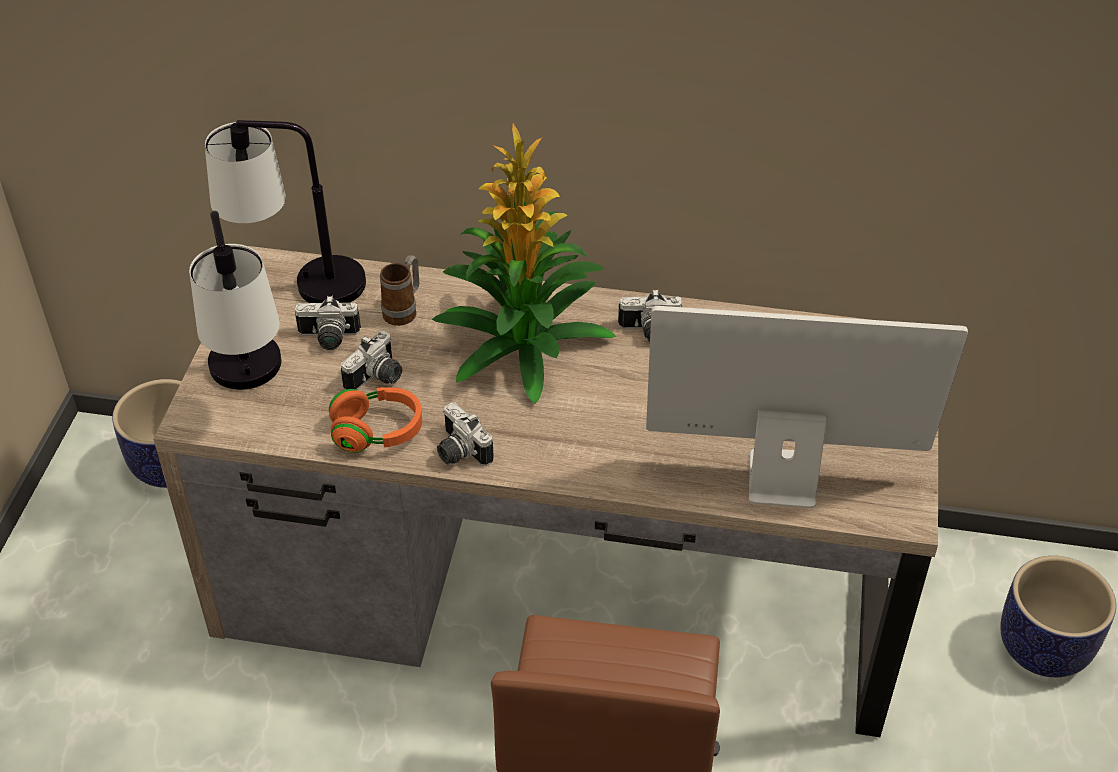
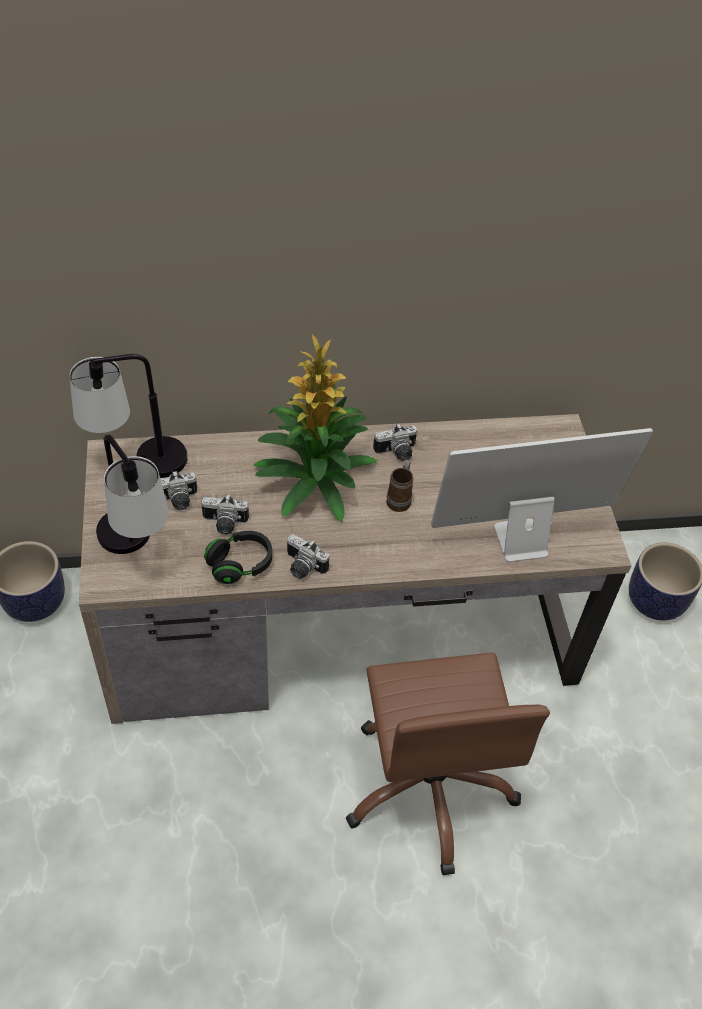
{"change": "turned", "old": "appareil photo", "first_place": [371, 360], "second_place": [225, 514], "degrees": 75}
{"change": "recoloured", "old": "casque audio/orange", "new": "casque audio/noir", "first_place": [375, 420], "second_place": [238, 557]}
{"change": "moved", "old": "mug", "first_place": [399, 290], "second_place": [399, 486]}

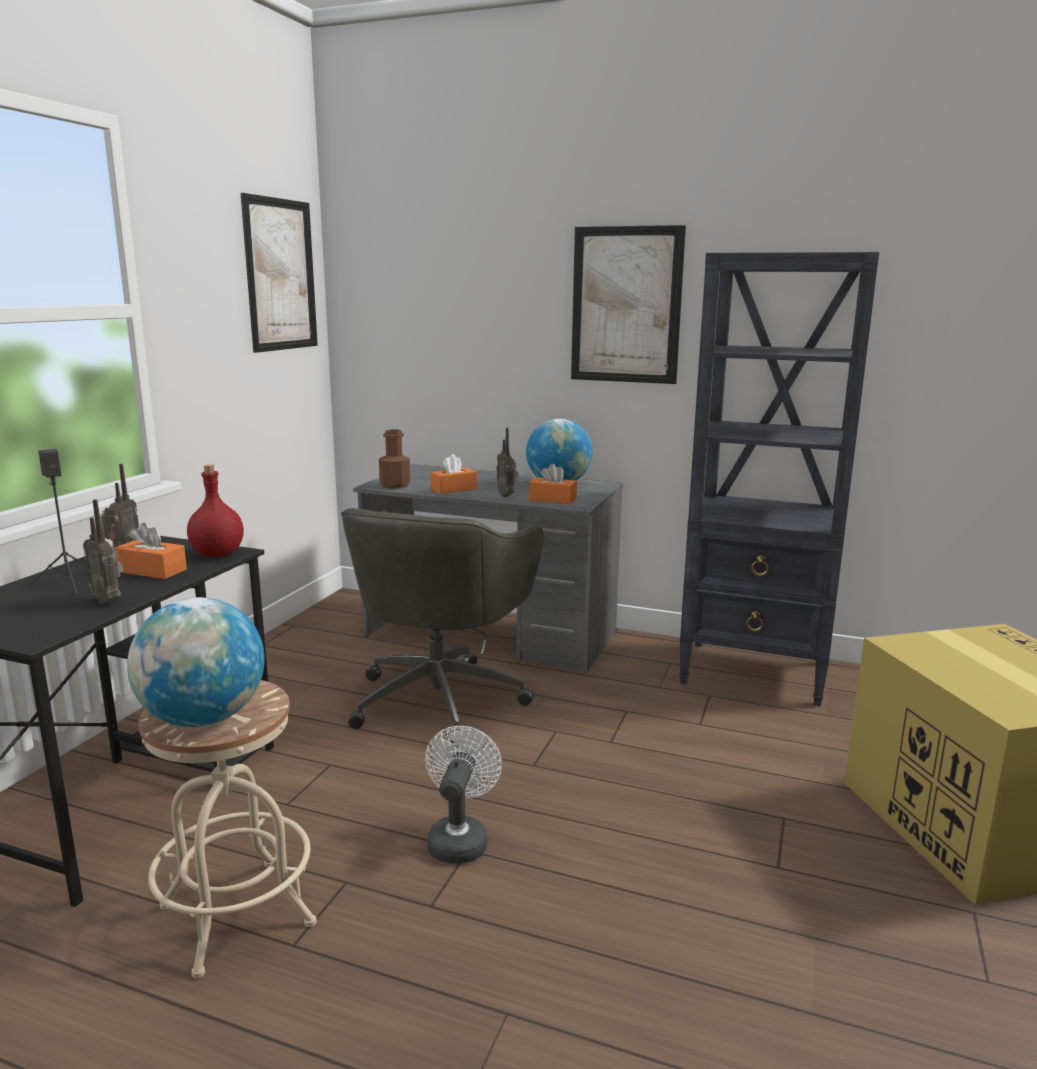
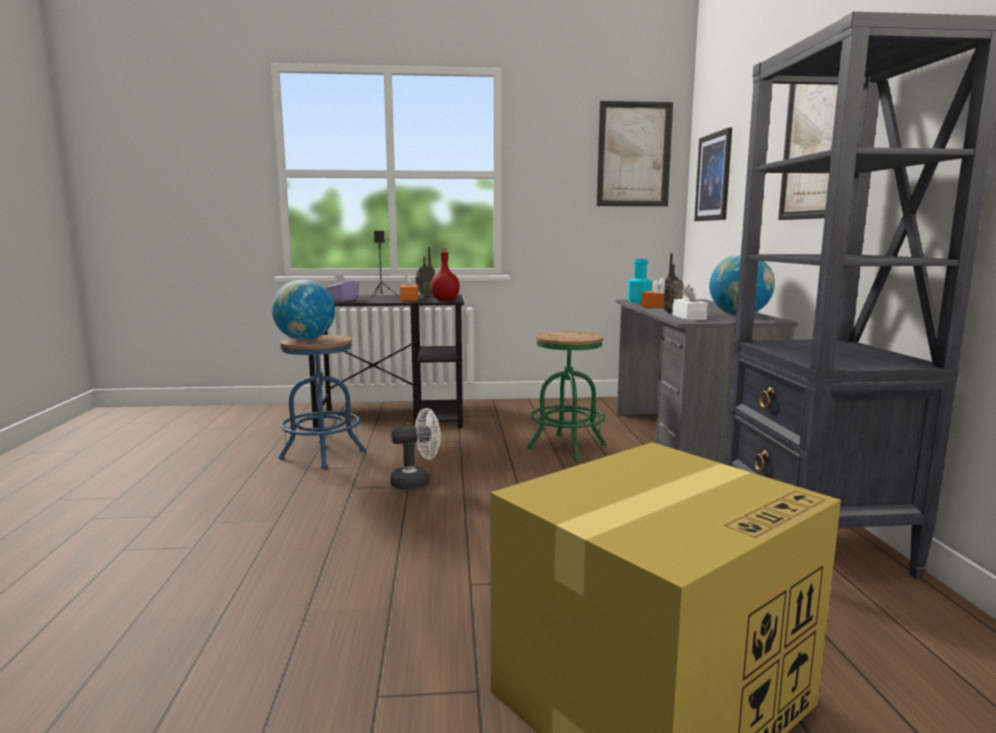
{"change": "recoloured", "old": "tabouret/beige", "new": "tabouret/bleu", "first_place": [227, 829], "second_place": [322, 402]}
{"change": "added", "new": "boîte à mouchoirs/violet", "second_place": [342, 288]}
{"change": "replaced", "old": "chaise de bureau/gris", "new": "tabouret/vert", "first_place": [442, 626], "second_place": [566, 395]}
{"change": "recoloured", "old": "bouteille/marron", "new": "bouteille/turquoise", "first_place": [394, 459], "second_place": [639, 281]}
{"change": "recoloured", "old": "boîte à mouchoirs/orange", "new": "boîte à mouchoirs/blanc", "first_place": [553, 484], "second_place": [690, 302]}
{"change": "added", "new": "tableau", "second_place": [713, 174]}
{"change": "removed", "old": "radio", "first_place": [103, 552]}

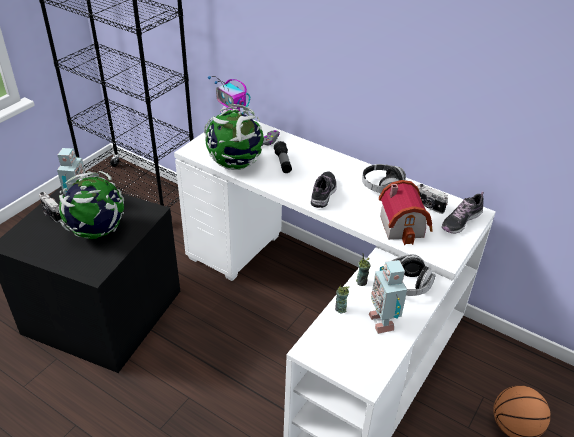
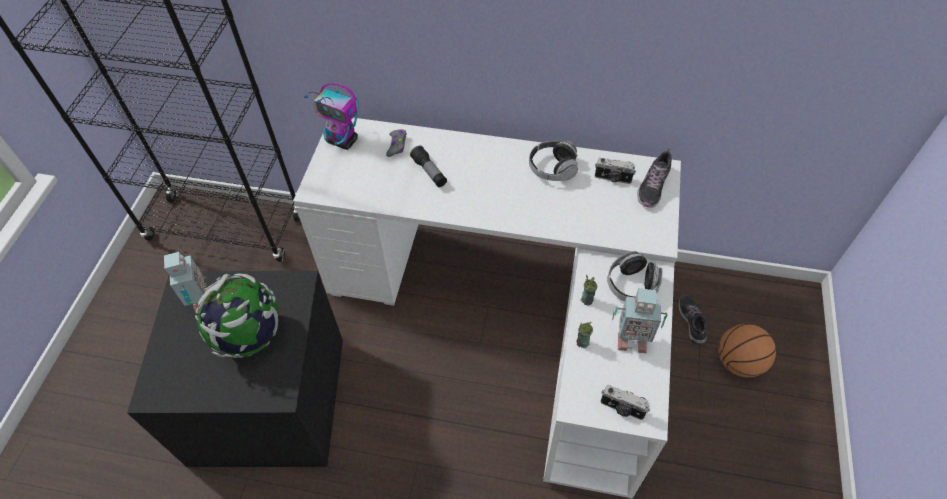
{"change": "moved", "old": "appareil photo", "first_place": [50, 207], "second_place": [625, 402]}
{"change": "turned", "old": "robot jouet", "first_place": [388, 297], "second_place": [639, 320], "degrees": -45}
{"change": "moved", "old": "chaussure", "first_place": [324, 189], "second_place": [693, 320]}
{"change": "removed", "old": "globe", "first_place": [234, 137]}
{"change": "removed", "old": "maison miniature", "first_place": [406, 212]}

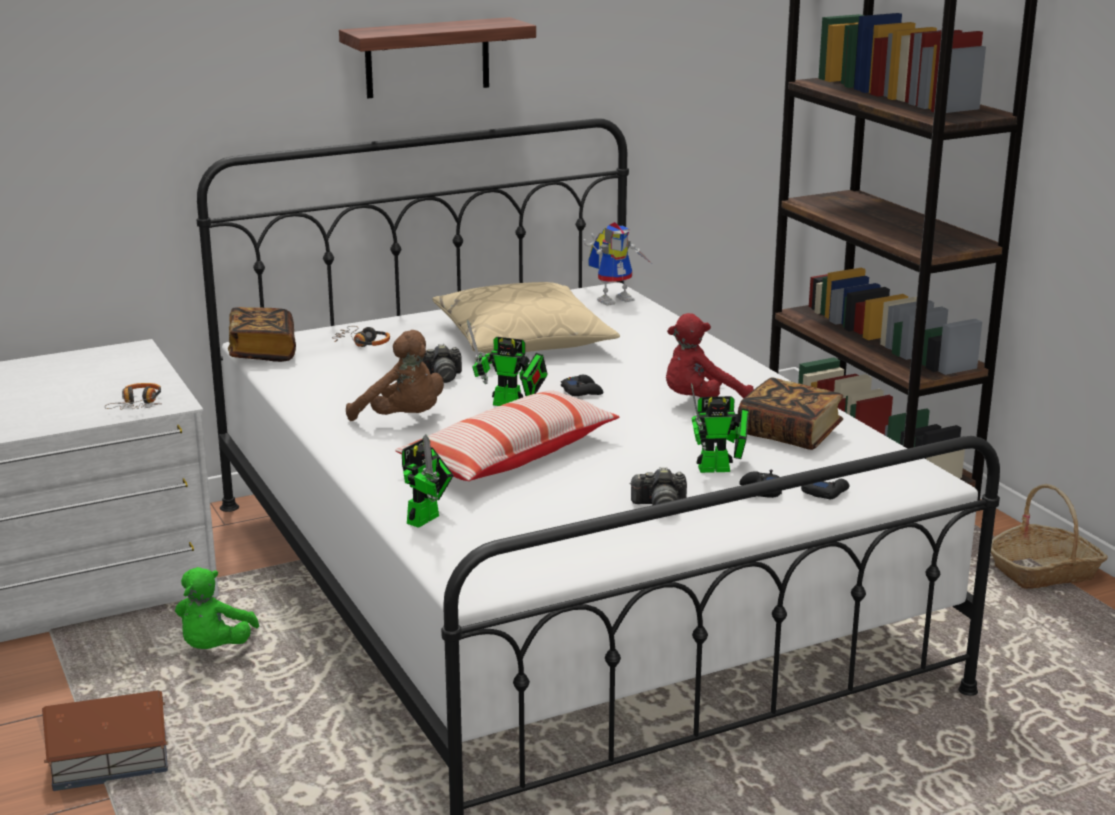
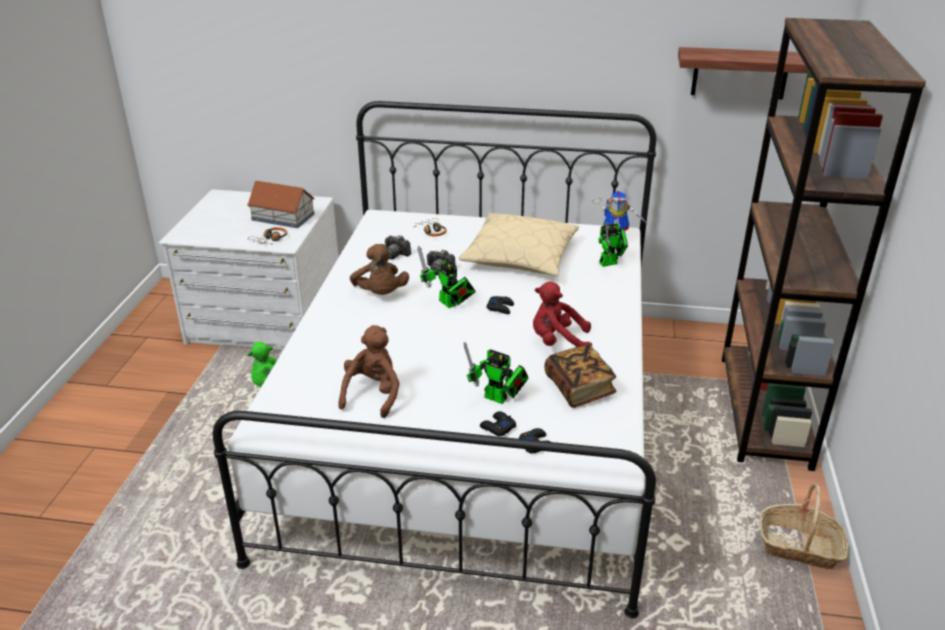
{"change": "moved", "old": "maison miniature", "first_place": [105, 741], "second_place": [281, 204]}
{"change": "added", "new": "peluche/marron", "second_place": [369, 371]}
{"change": "moved", "old": "appareil photo", "first_place": [658, 486], "second_place": [398, 247]}
{"change": "moved", "old": "robot jouet", "first_place": [428, 481], "second_place": [613, 244]}
{"change": "moved", "old": "étagère", "first_place": [437, 57], "second_place": [743, 73]}
{"change": "removed", "old": "livre", "first_place": [262, 334]}
{"change": "removed", "old": "coussin", "first_place": [507, 435]}

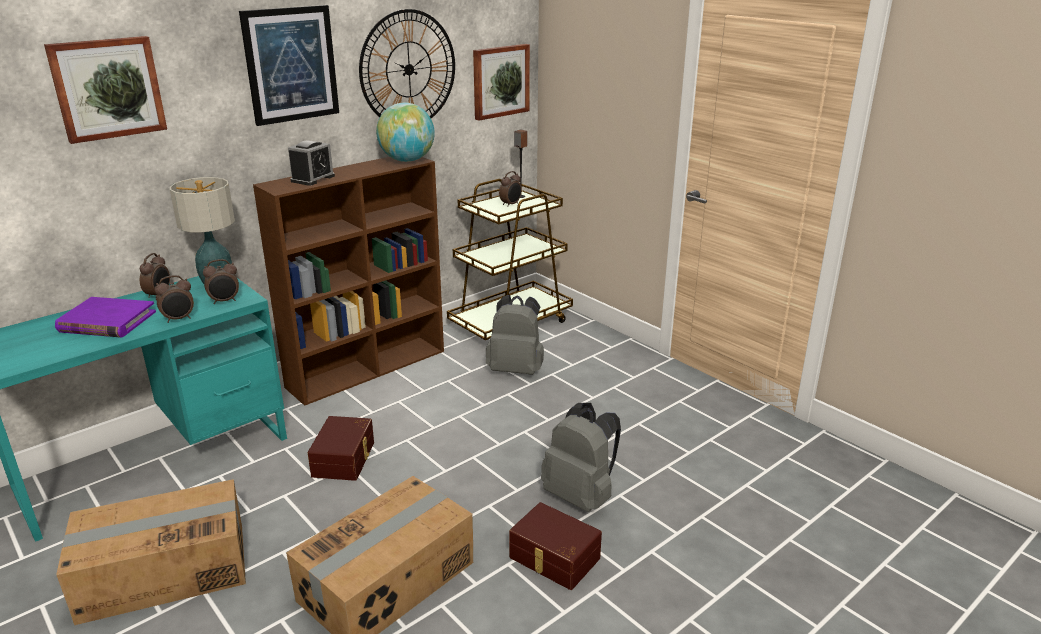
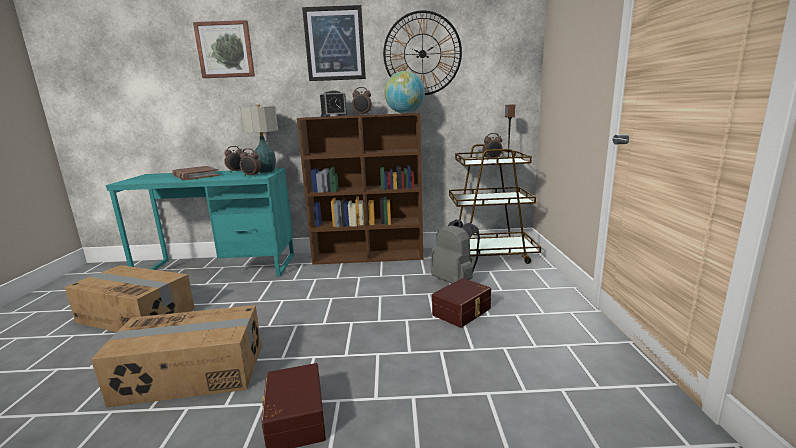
{"change": "recoloured", "old": "livre/violet", "new": "livre/marron", "first_place": [105, 317], "second_place": [196, 173]}
{"change": "moved", "old": "réveil", "first_place": [174, 299], "second_place": [362, 101]}
{"change": "moved", "old": "boîte de rangement/marron", "first_place": [341, 448], "second_place": [461, 303]}
{"change": "removed", "old": "tableau", "first_place": [501, 82]}
{"change": "removed", "old": "sac à dos/gris", "first_place": [581, 457]}

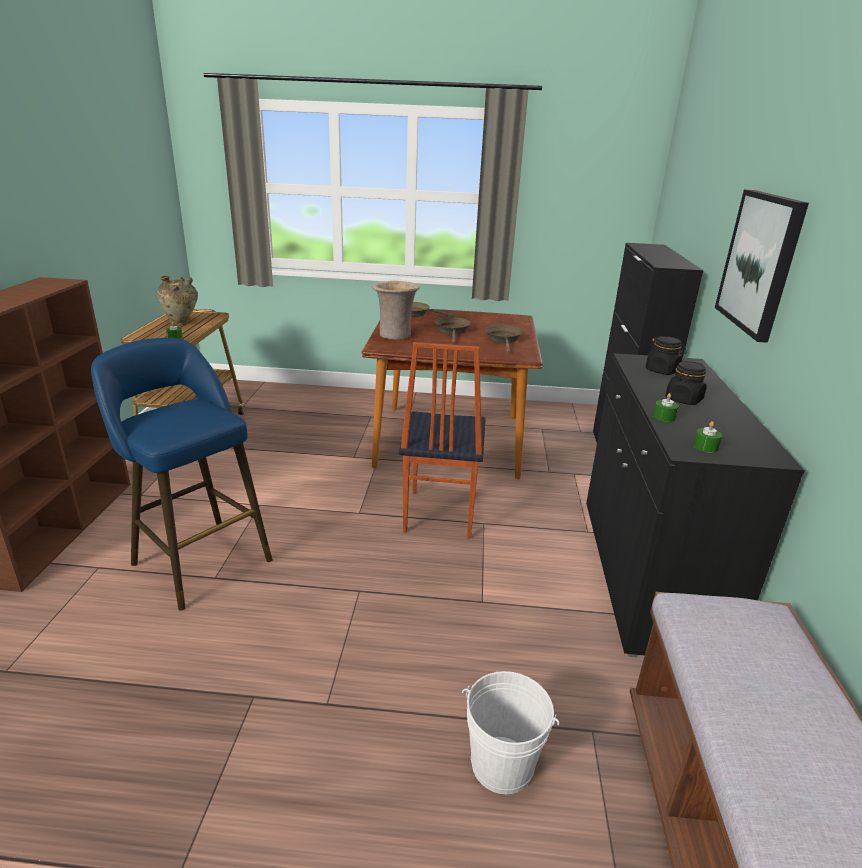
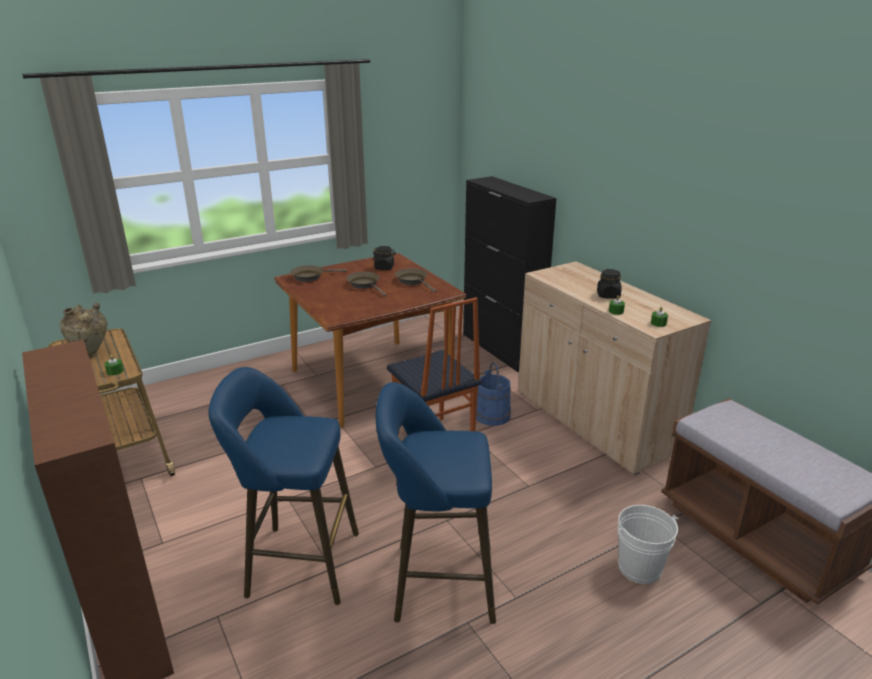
{"change": "moved", "old": "bocal/noir", "first_place": [666, 355], "second_place": [384, 258]}
{"change": "added", "new": "tabouret/bleu", "second_place": [436, 503]}
{"change": "added", "new": "seau/bleu", "second_place": [493, 394]}
{"change": "recoloured", "old": "meuble de rangement/noir", "new": "meuble de rangement/beige", "first_place": [695, 505], "second_place": [614, 368]}
{"change": "removed", "old": "vase/beige", "first_place": [396, 310]}
{"change": "removed", "old": "tableau", "first_place": [762, 266]}

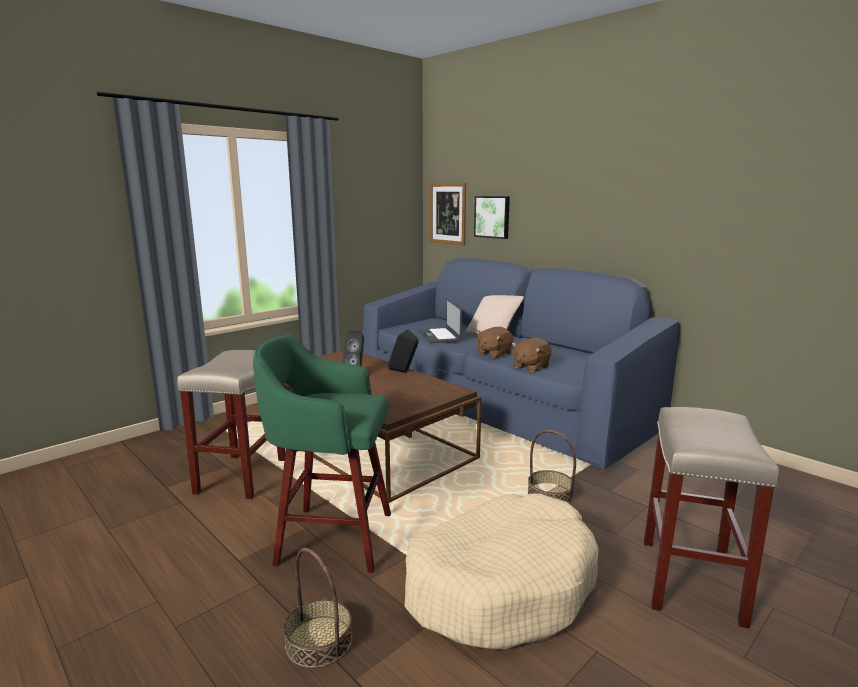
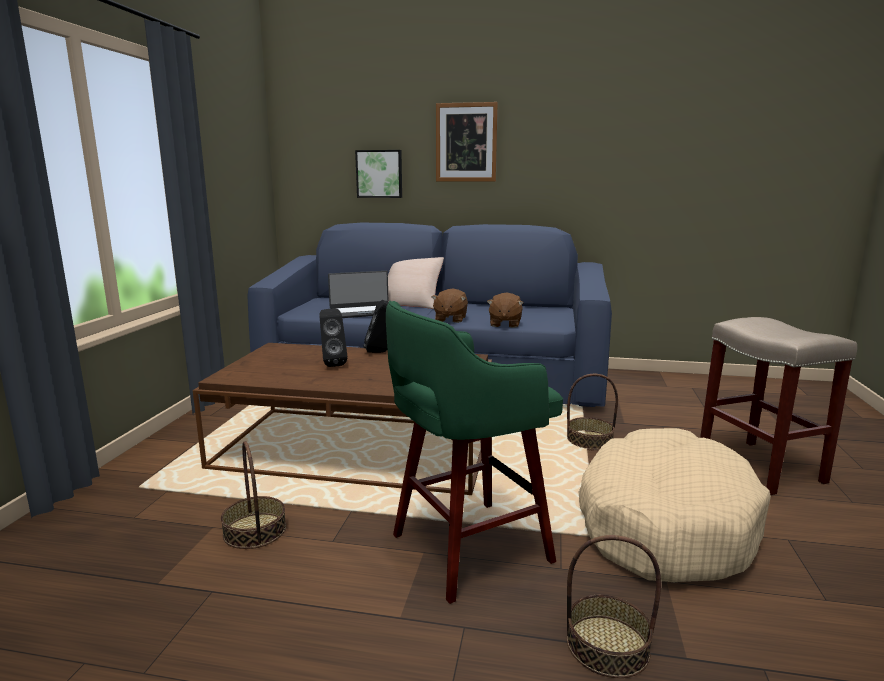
{"change": "replaced", "old": "tabouret/beige", "new": "panier", "first_place": [231, 424], "second_place": [253, 495]}
{"change": "turned", "old": "ordinateur portable", "first_place": [440, 321], "second_place": [358, 294], "degrees": -60}
{"change": "moved", "old": "tableau", "first_place": [448, 214], "second_place": [467, 142]}

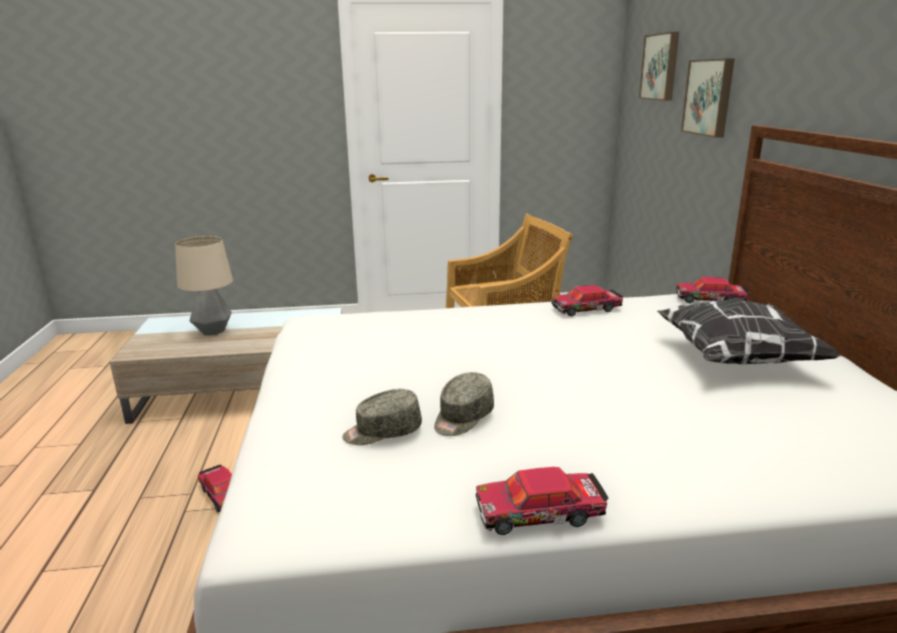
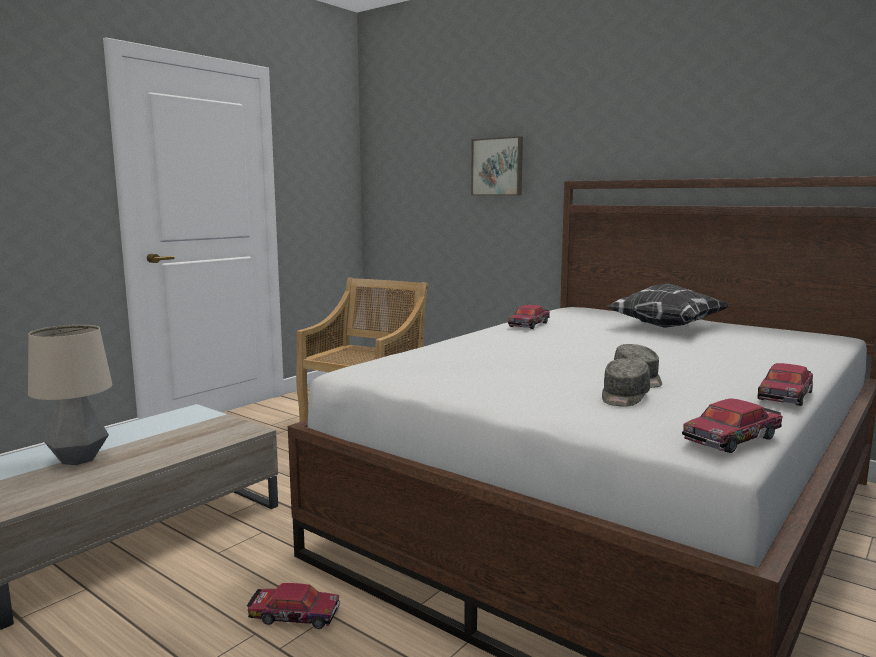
{"change": "moved", "old": "petite voiture", "first_place": [713, 290], "second_place": [732, 426]}
{"change": "removed", "old": "tableau", "first_place": [659, 66]}

